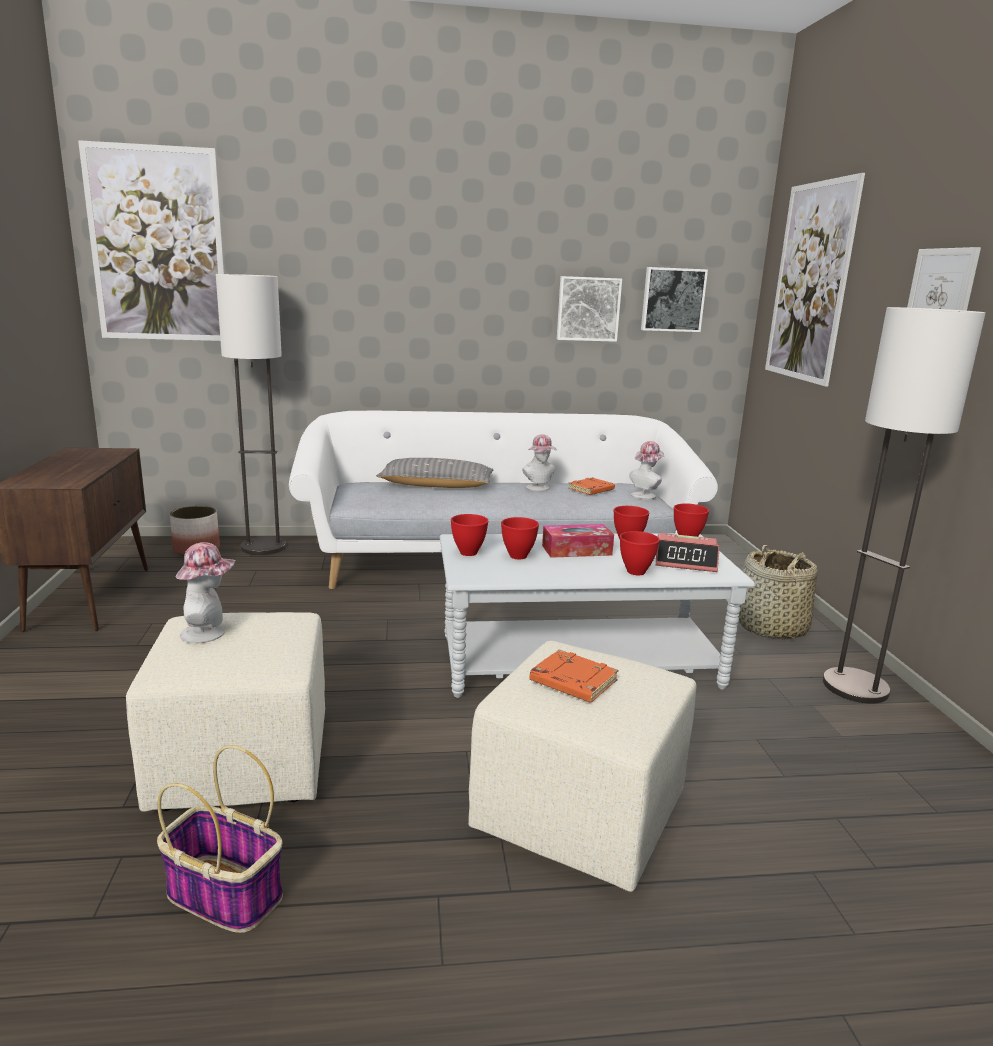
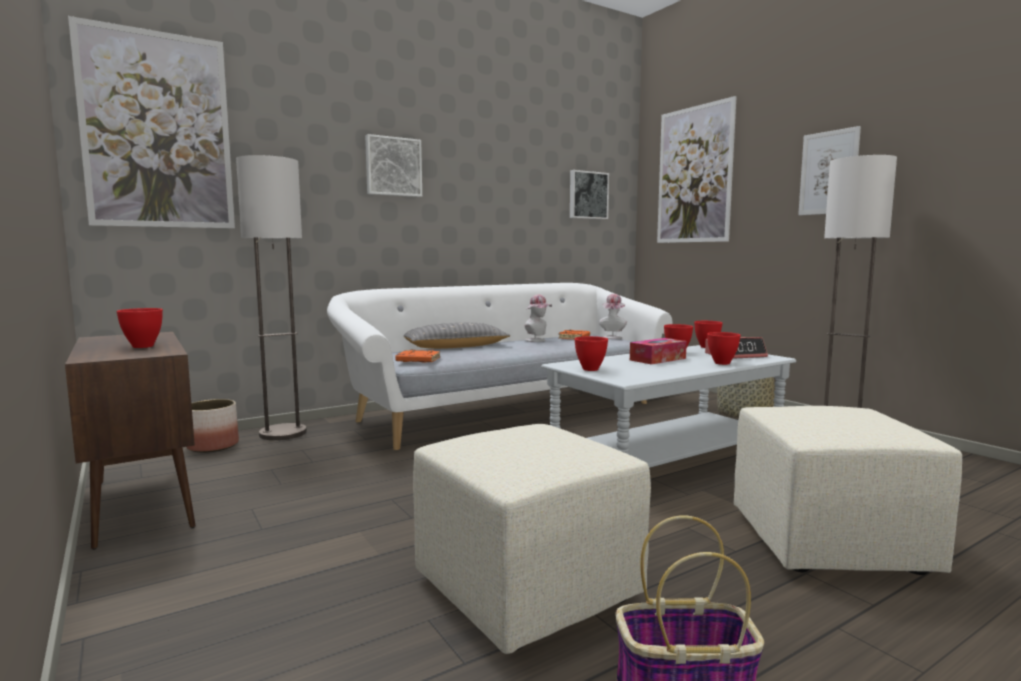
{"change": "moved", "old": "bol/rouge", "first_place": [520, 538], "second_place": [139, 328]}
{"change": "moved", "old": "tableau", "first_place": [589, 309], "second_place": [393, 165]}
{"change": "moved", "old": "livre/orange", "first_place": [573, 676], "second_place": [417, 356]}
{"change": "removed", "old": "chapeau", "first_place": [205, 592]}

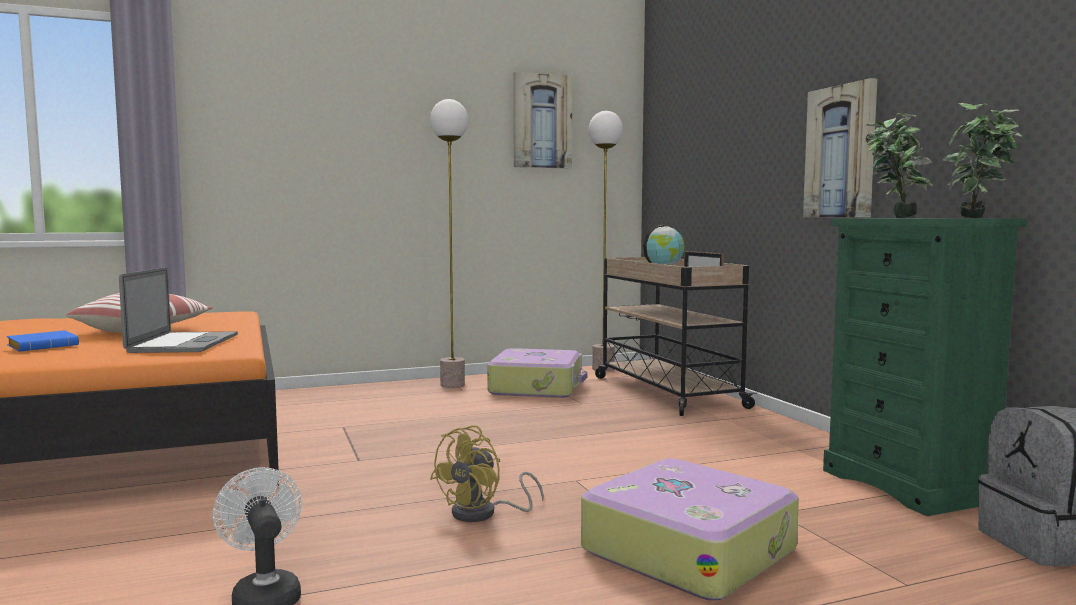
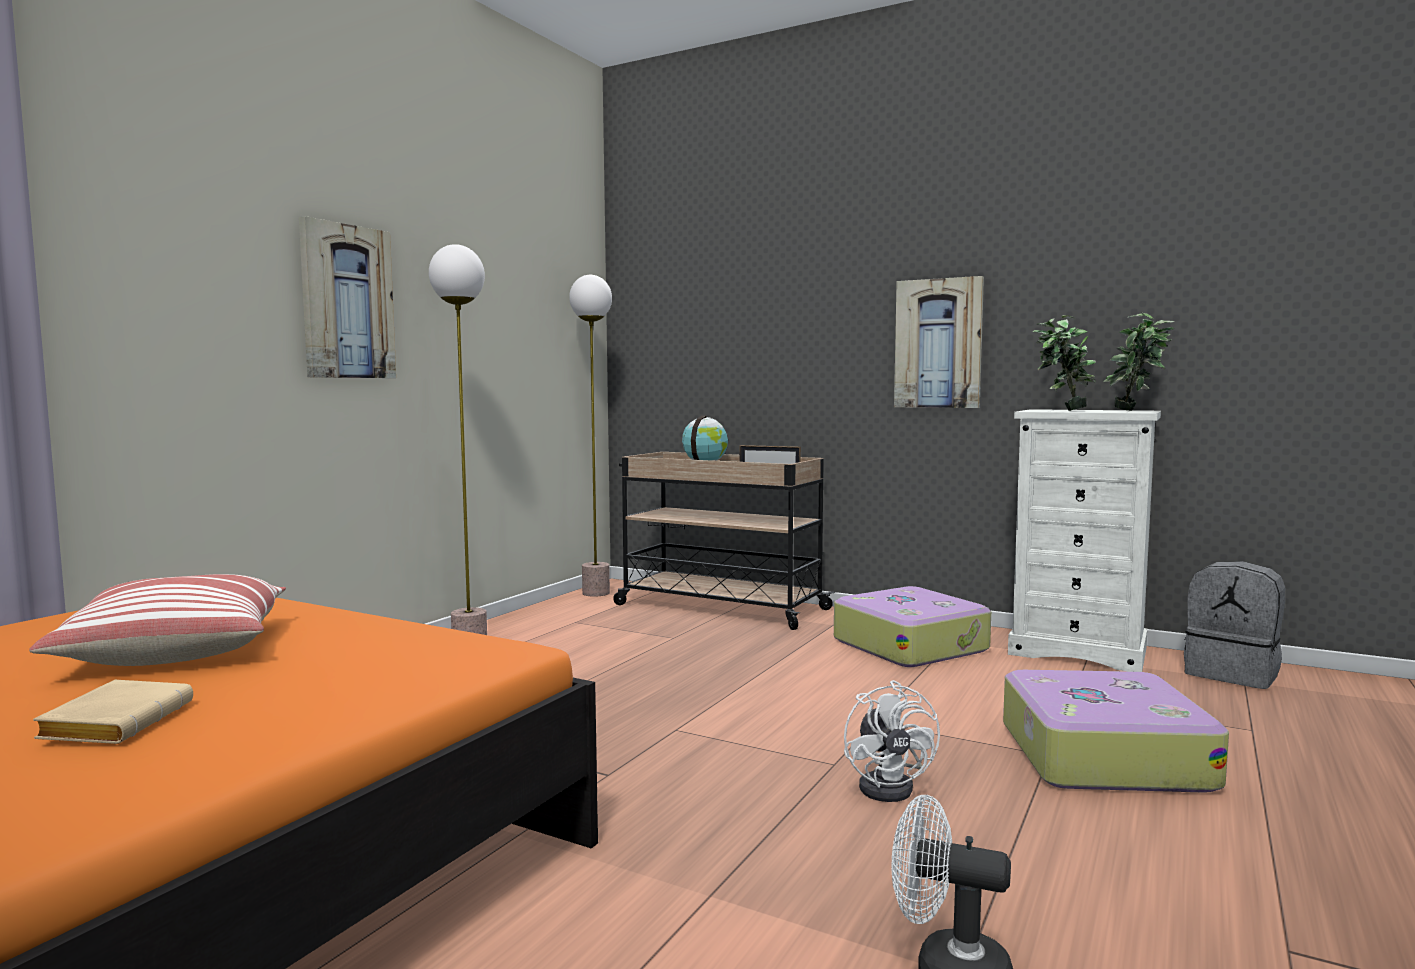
{"change": "recoloured", "old": "livre/bleu", "new": "livre/beige", "first_place": [43, 341], "second_place": [113, 712]}
{"change": "moved", "old": "tableau", "first_place": [542, 120], "second_place": [347, 297]}
{"change": "moved", "old": "valise", "first_place": [537, 373], "second_place": [912, 626]}
{"change": "recoloured", "old": "ventilateur/jaune", "new": "ventilateur/blanc", "first_place": [487, 473], "second_place": [892, 741]}
{"change": "recoloured", "old": "commode/vert", "new": "commode/blanc", "first_place": [925, 367], "second_place": [1084, 540]}
{"change": "removed", "old": "ordinateur portable", "first_place": [178, 310]}

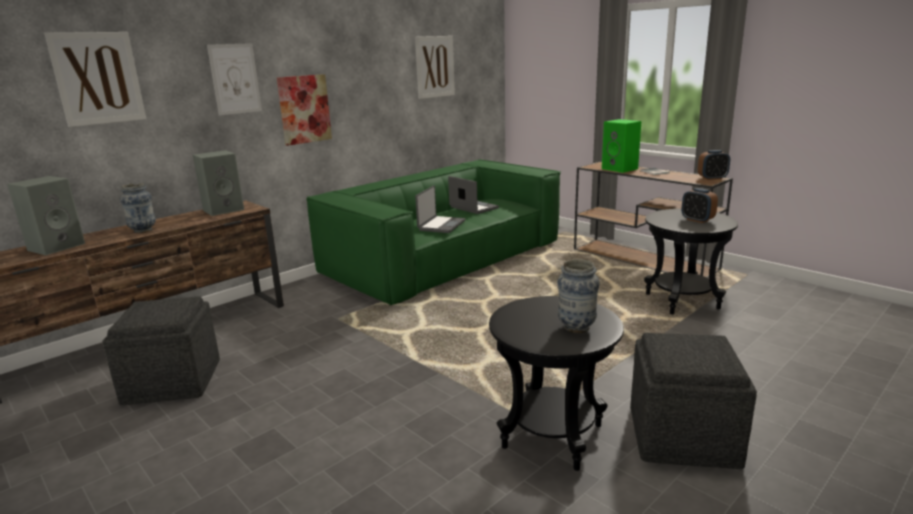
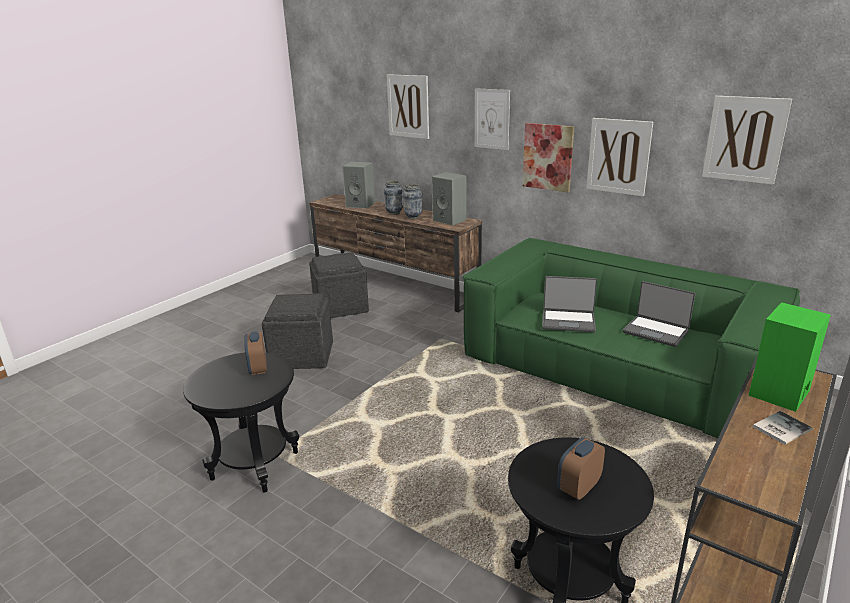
{"change": "moved", "old": "réveil", "first_place": [714, 165], "second_place": [256, 353]}
{"change": "moved", "old": "pouf/gris", "first_place": [693, 401], "second_place": [297, 331]}
{"change": "moved", "old": "vase", "first_place": [578, 296], "second_place": [412, 201]}
{"change": "added", "new": "tableau", "second_place": [619, 157]}
{"change": "turned", "old": "ordinateur portable", "first_place": [473, 195], "second_place": [659, 314], "degrees": 90}

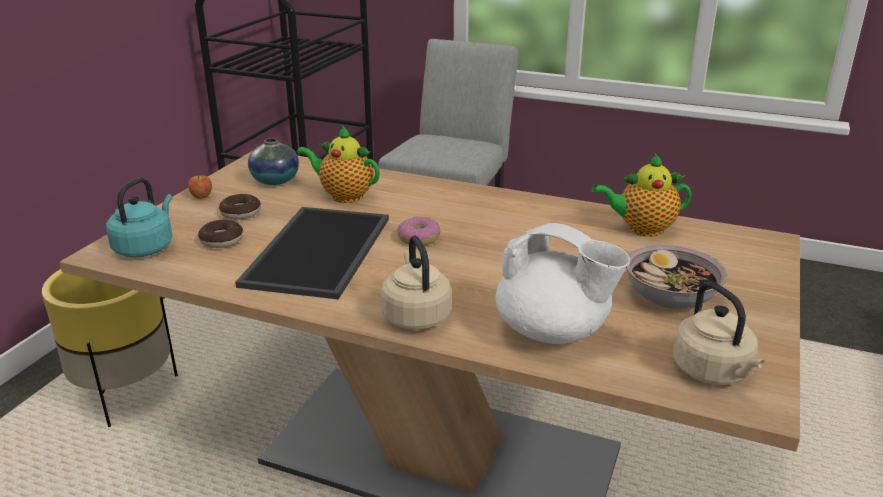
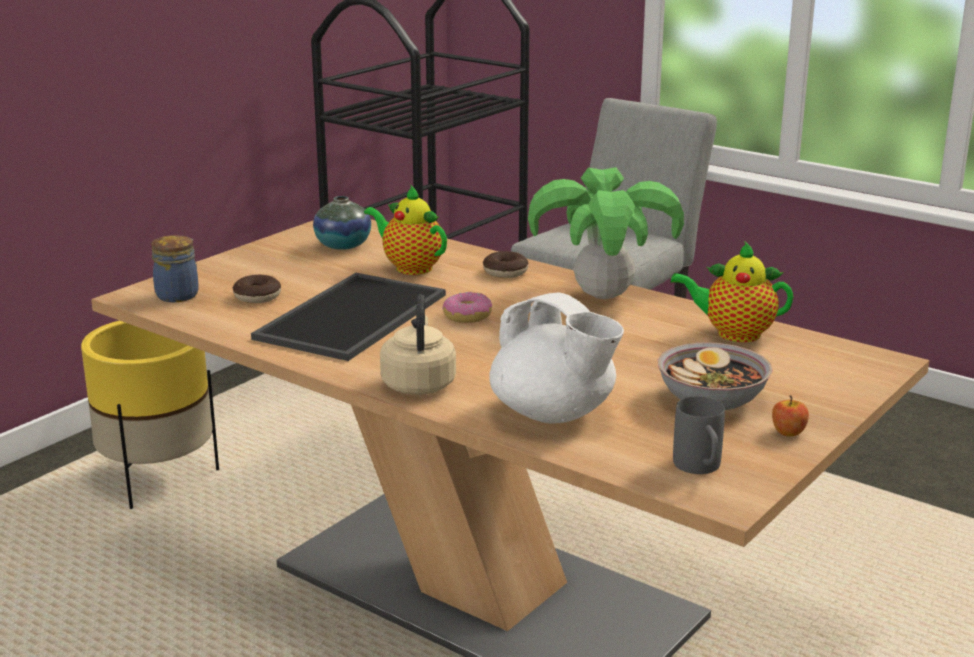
{"change": "replaced", "old": "bouilloire/turquoise", "new": "bocal", "first_place": [139, 217], "second_place": [175, 268]}
{"change": "moved", "old": "beignet", "first_place": [240, 207], "second_place": [505, 264]}
{"change": "added", "new": "plante en pot", "second_place": [606, 233]}
{"change": "replaced", "old": "bouilloire/beige", "new": "mug/gris", "first_place": [718, 333], "second_place": [699, 435]}
{"change": "moved", "old": "pomme", "first_place": [200, 185], "second_place": [790, 415]}

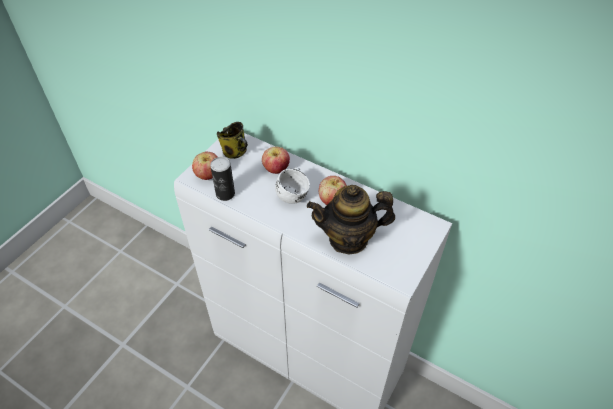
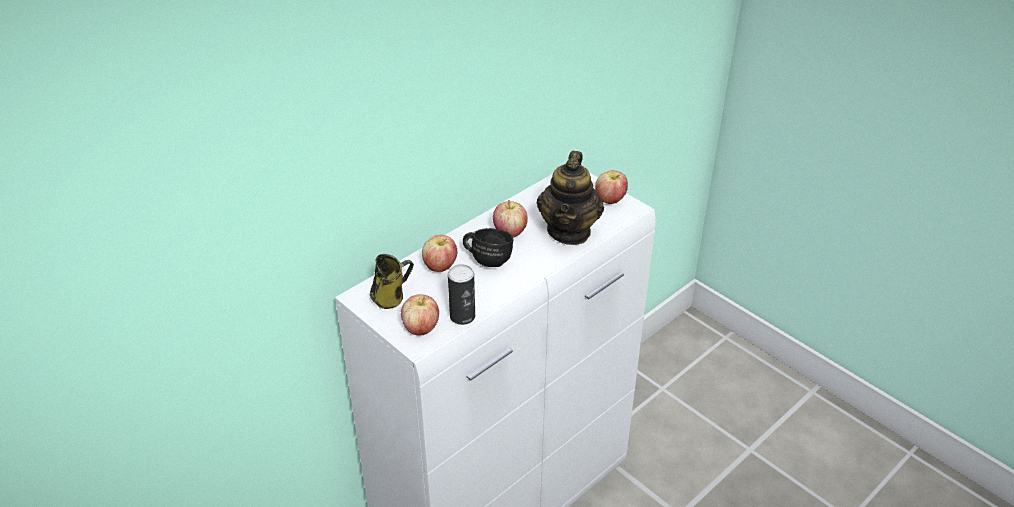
{"change": "recoloured", "old": "mug/blanc", "new": "mug/noir", "first_place": [292, 185], "second_place": [488, 247]}
{"change": "added", "new": "pomme", "second_place": [611, 187]}

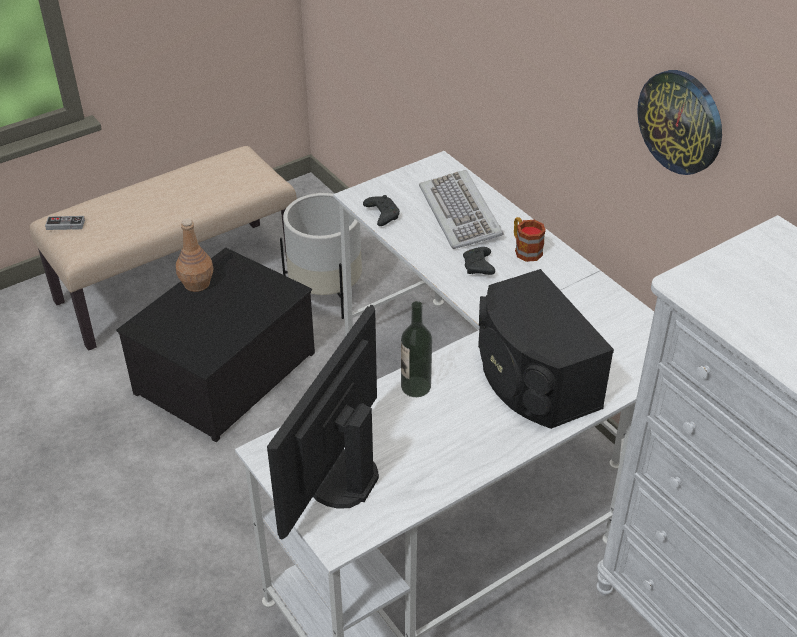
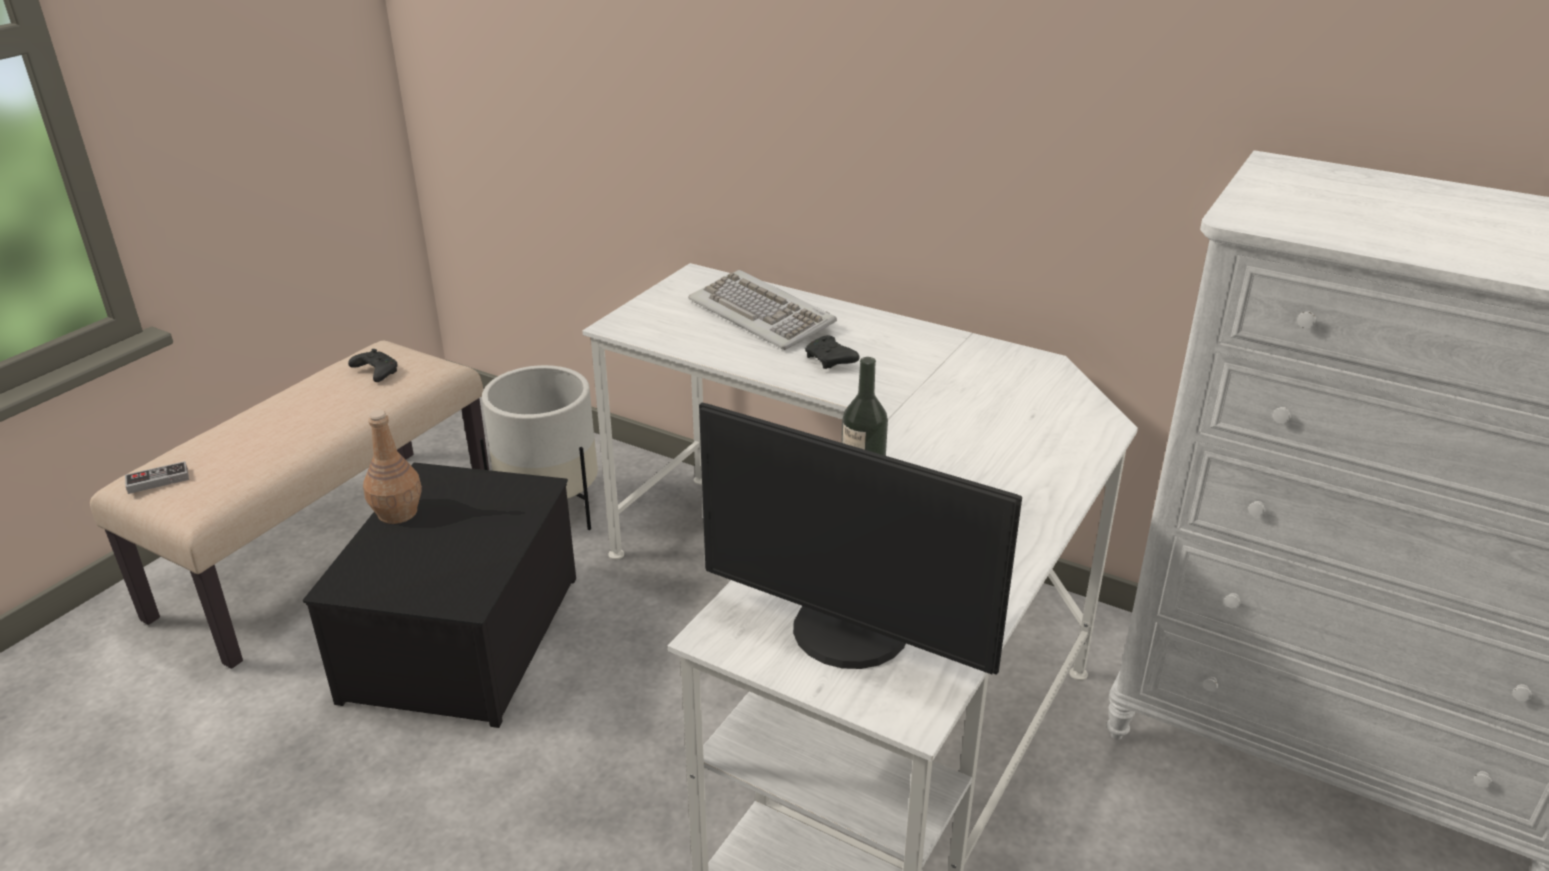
{"change": "moved", "old": "manette/noir", "first_place": [381, 210], "second_place": [373, 365]}
{"change": "turned", "old": "écran d'ordinateur", "first_place": [323, 422], "second_place": [860, 538], "degrees": -60}
{"change": "removed", "old": "enceinte/noir", "first_place": [546, 349]}
{"change": "removed", "old": "mug", "first_place": [530, 239]}
{"change": "removed", "old": "horloge murale", "first_place": [679, 122]}

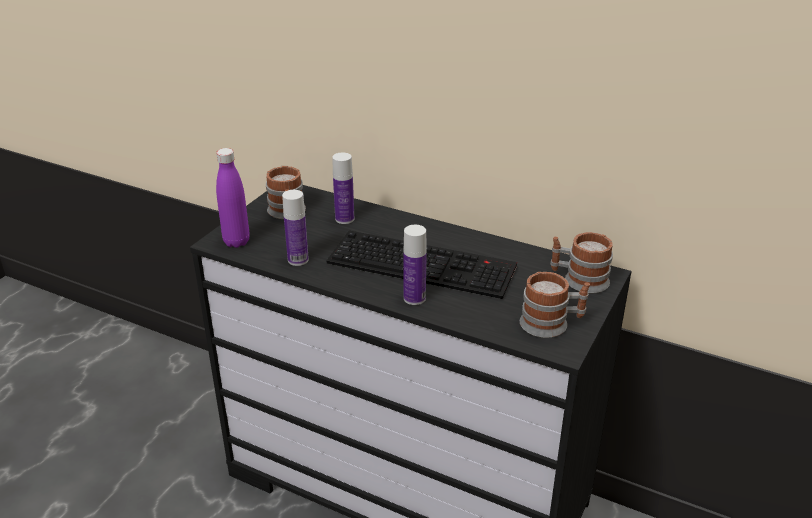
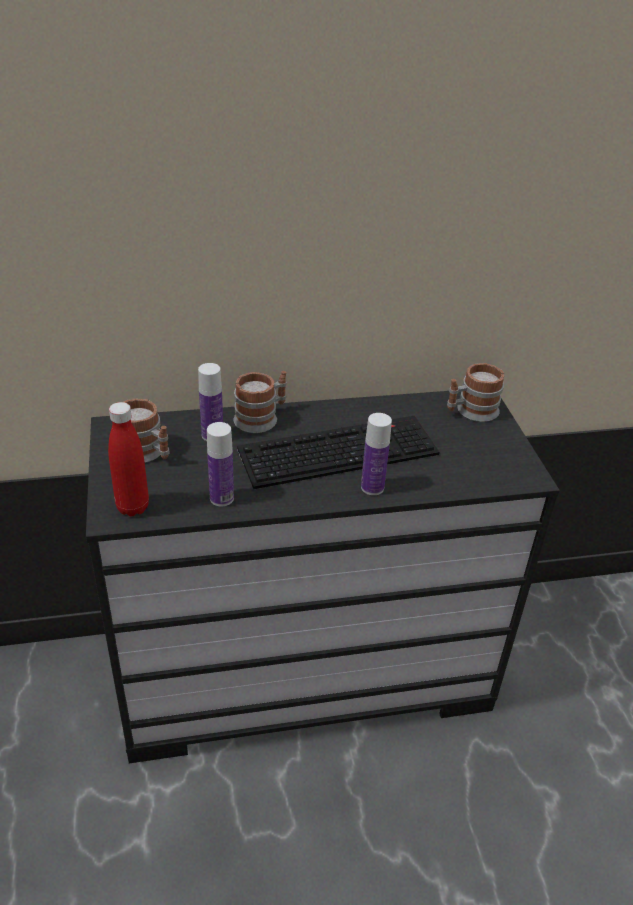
{"change": "recoloured", "old": "bouteille/violet", "new": "bouteille/rouge", "first_place": [233, 198], "second_place": [128, 459]}
{"change": "moved", "old": "mug", "first_place": [555, 305], "second_place": [259, 402]}

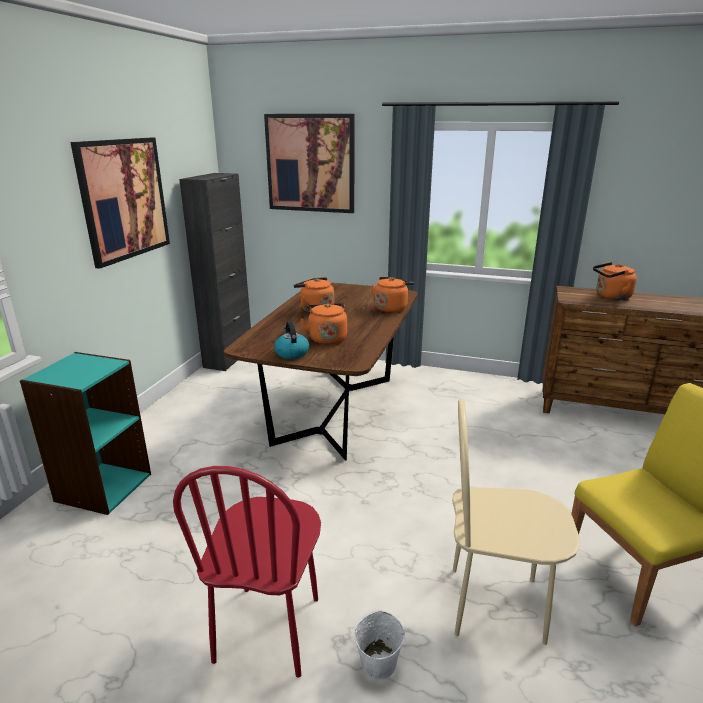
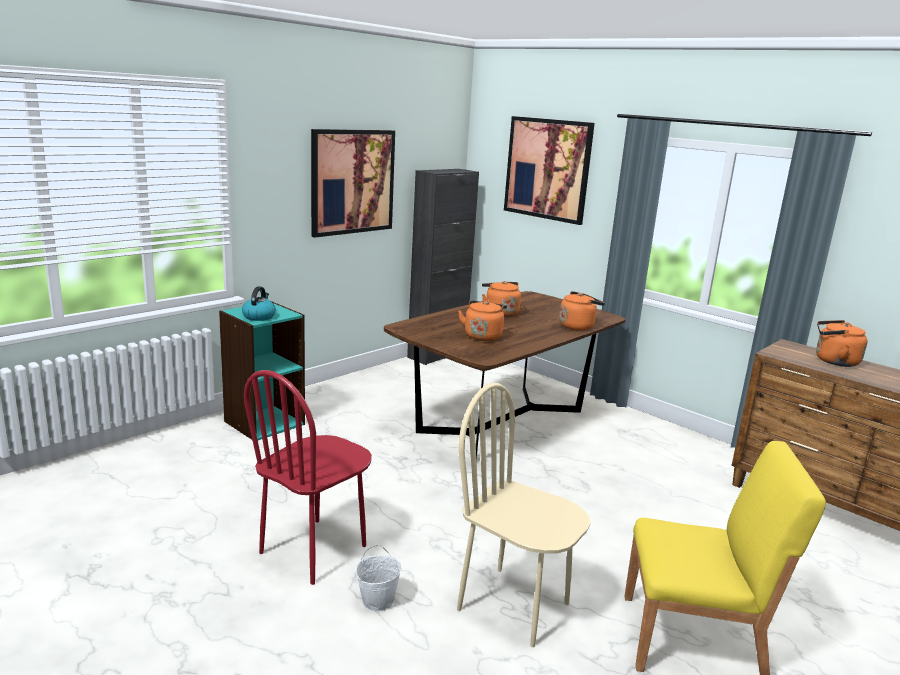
{"change": "moved", "old": "bouilloire", "first_place": [291, 340], "second_place": [259, 303]}

